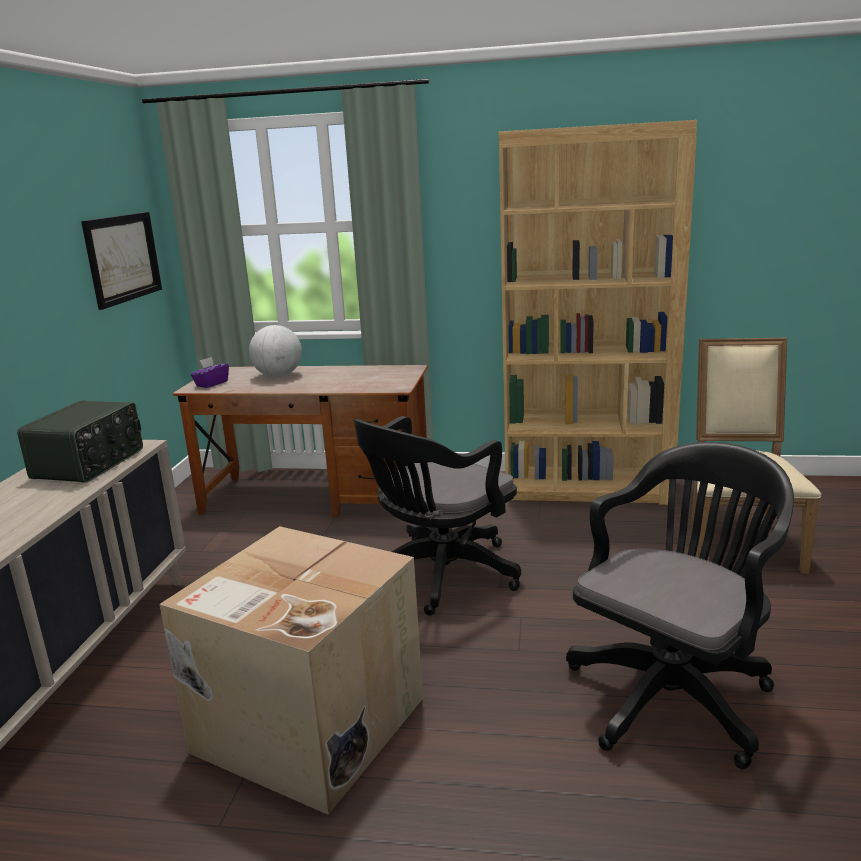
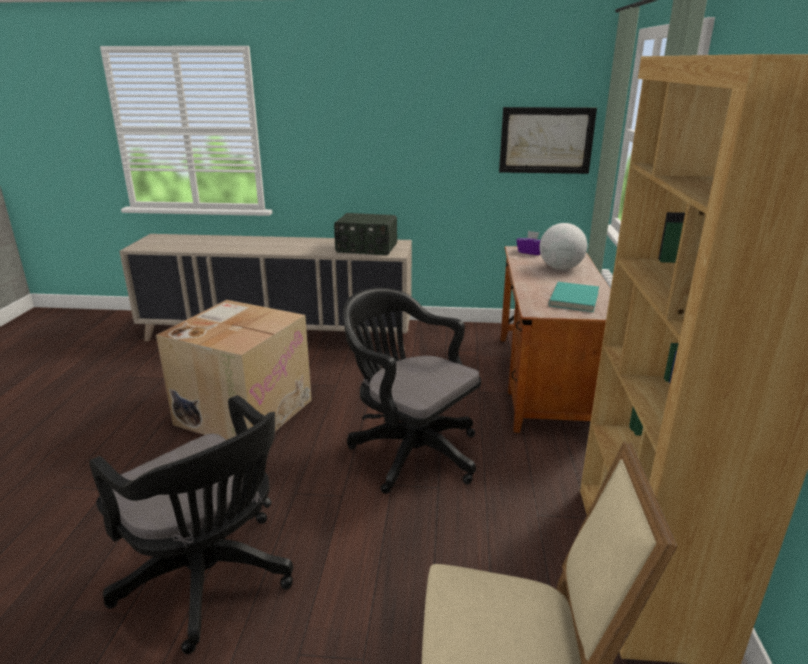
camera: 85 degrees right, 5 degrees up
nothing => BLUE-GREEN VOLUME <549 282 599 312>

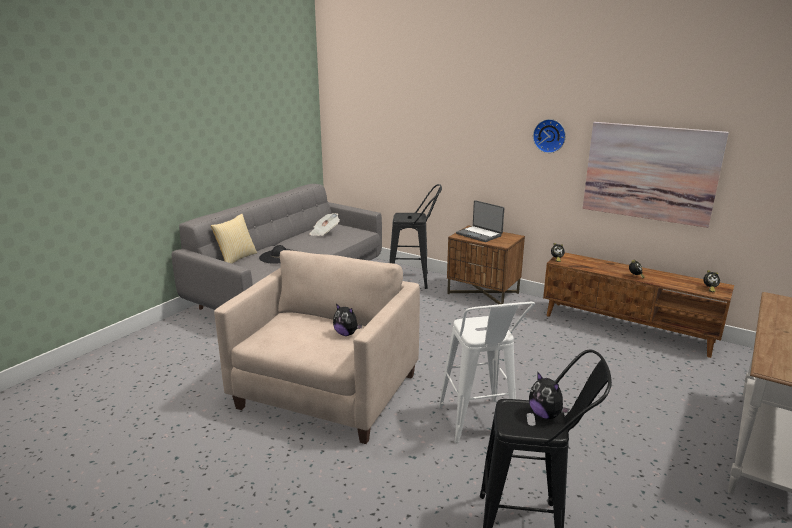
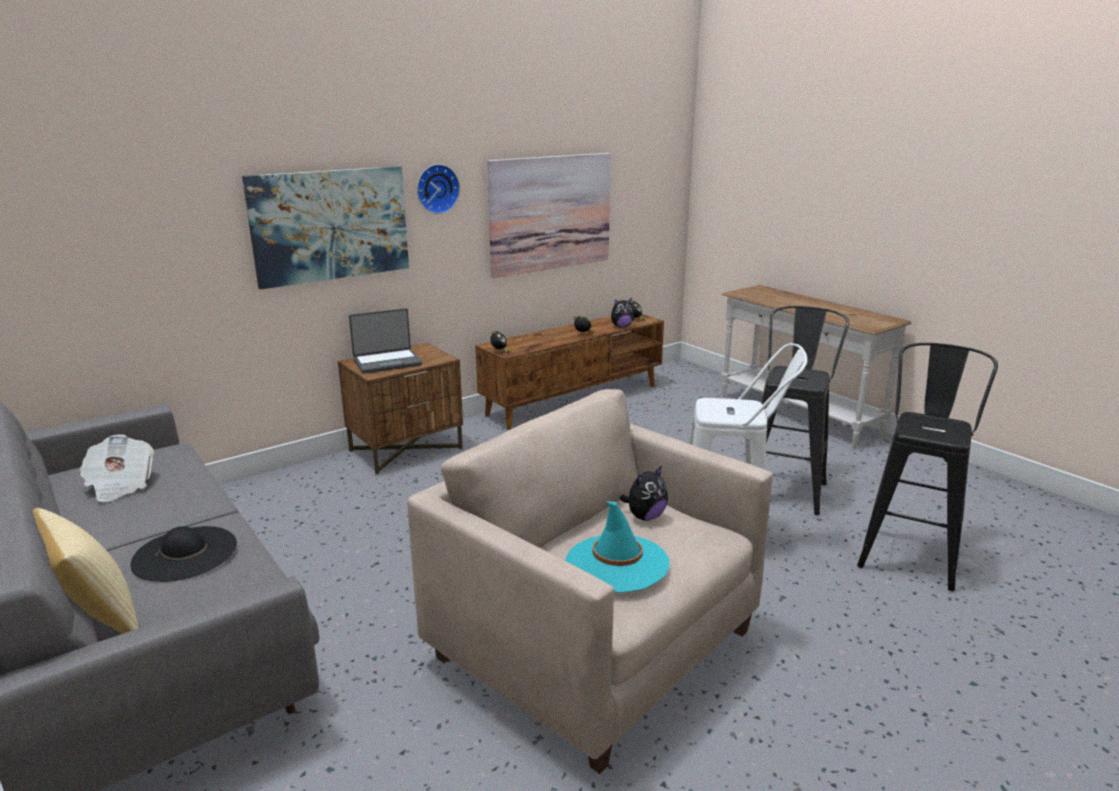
camera: 70 degrees left, 0 degrees up
BLACK SITTING STOOL <390 184 442 289> => BLACK SITTING STOOL <761 306 849 515>, relocated
CUDDLY TOY <529 371 570 419> => CUDDLY TOY <611 298 634 328>, relocated
nothing => WALL ART <242 166 409 289>
nothing => BLUE-GREEN WEARABLE HAT <565 501 669 593>

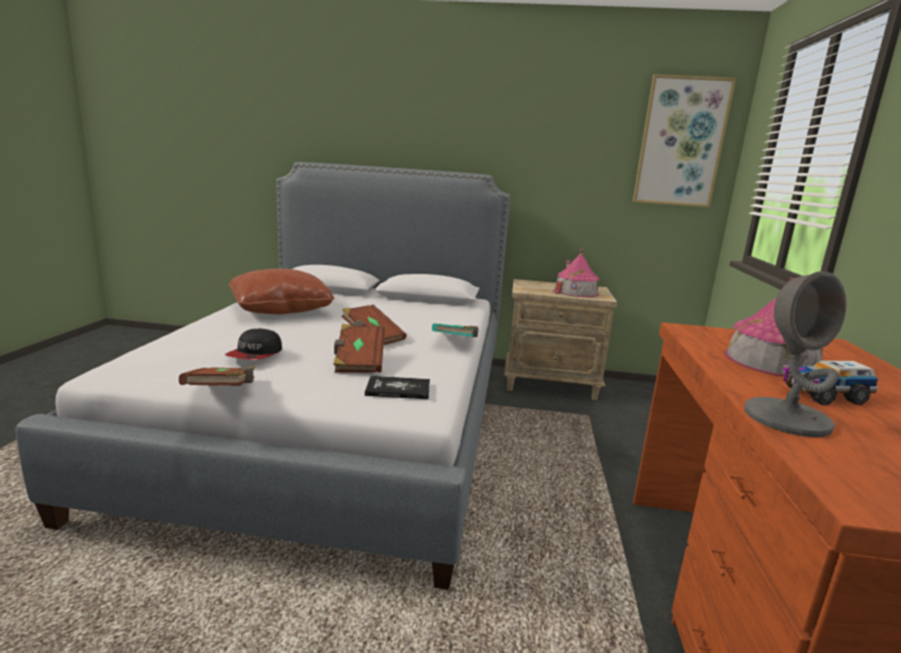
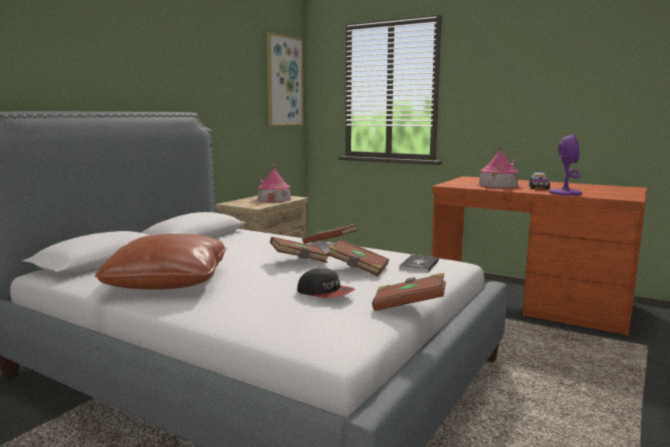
camera: 65 degrees left, 5 degrees down
BLUE-GREEN VOLUME <432 323 478 337> => BROWN VOLUME <302 224 357 244>
GREYISH TABLE LAMP <745 271 847 437> => PURPLE TABLE LAMP <549 134 582 196>

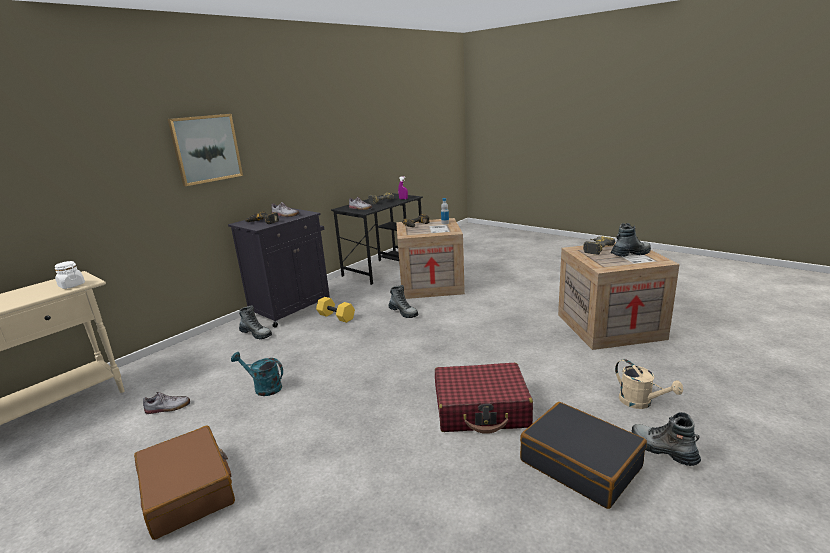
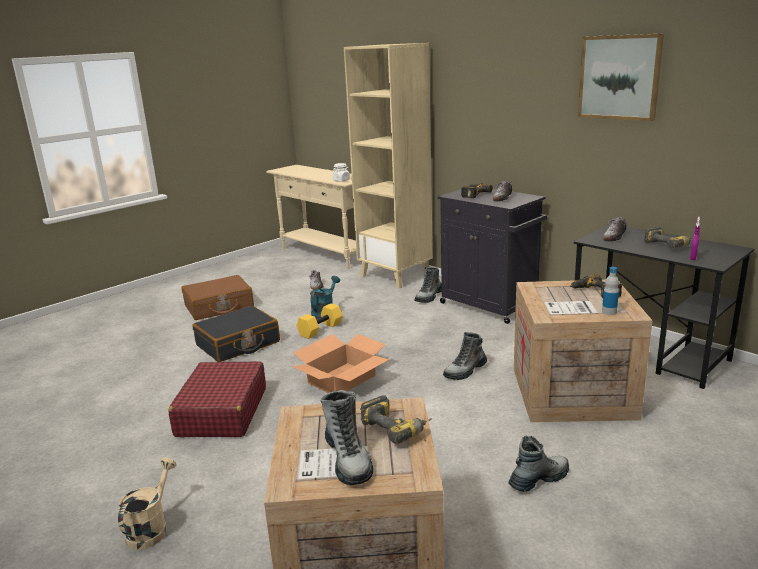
camera: 95 degrees right, 0 degrees up
WALL ART <168 114 243 186> => WALL ART <578 34 664 121>, relocated
YELLOWISH DUMBBELL <316 297 355 323> => YELLOWISH DUMBBELL <296 303 343 339>, relocated
BLACK SUITCASE <520 402 647 509> => BLACK SUITCASE <192 306 280 362>, relocated
BEIGE-COLOURED WATERING POT <615 359 683 409> => BEIGE-COLOURED WATERING POT <118 458 177 550>, 135 degrees clockwise
TALL BOOT <632 412 701 466> => TALL BOOT <508 436 569 492>, relocated
nothing => CARTON <292 334 389 393>
nothing => BEIGE-COLOURED SHELVING UNIT <344 43 433 289>

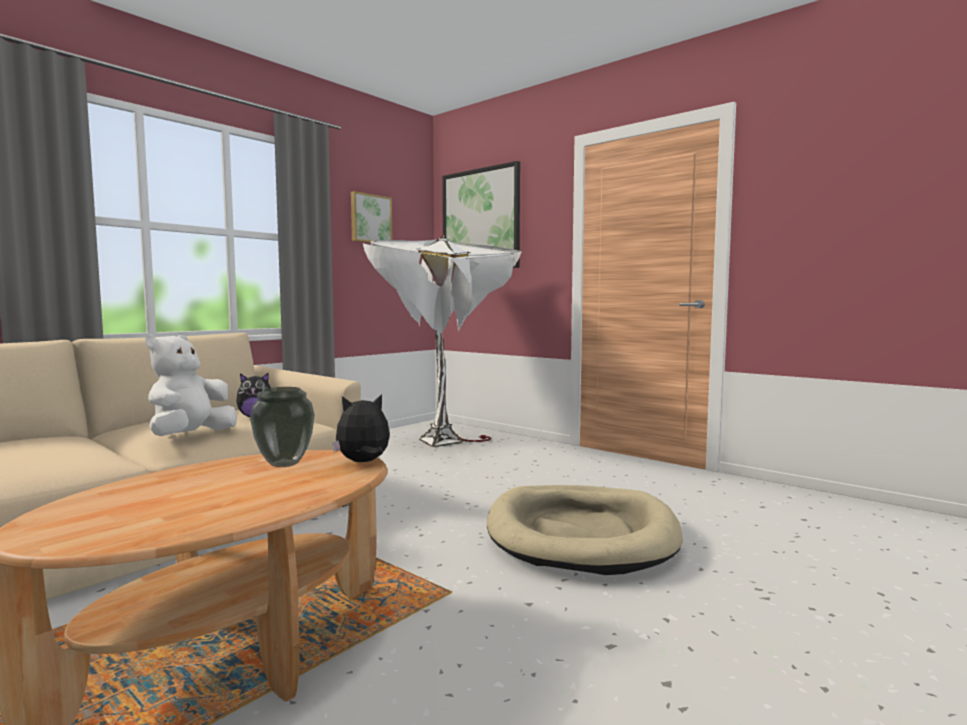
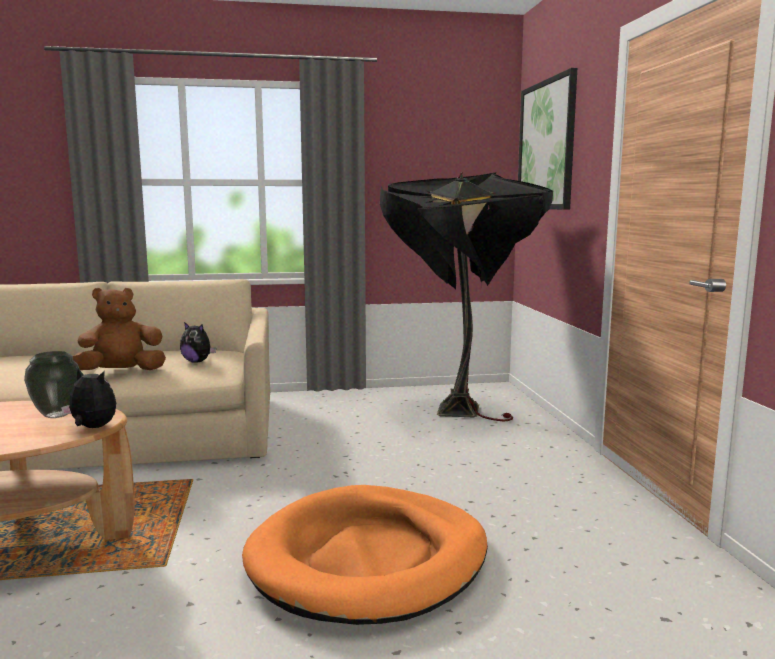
camera: 40 degrees right, 5 degrees up
WHITISH CUDDLY TOY <146 335 237 436> => BROWN CUDDLY TOY <73 288 166 370>
WALL ART <351 191 392 243> => nothing
WHITISH STANDING LAMP <363 234 522 447> => BLACK STANDING LAMP <380 172 553 421>
BEIGE-COLOURED DOG CUSHION <487 485 683 575> => ORANGE DOG CUSHION <242 485 488 625>

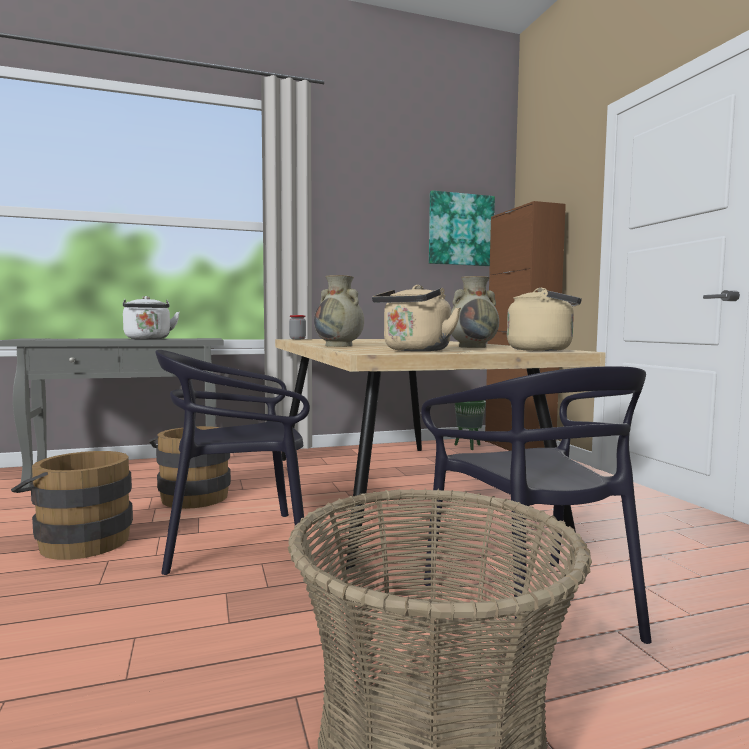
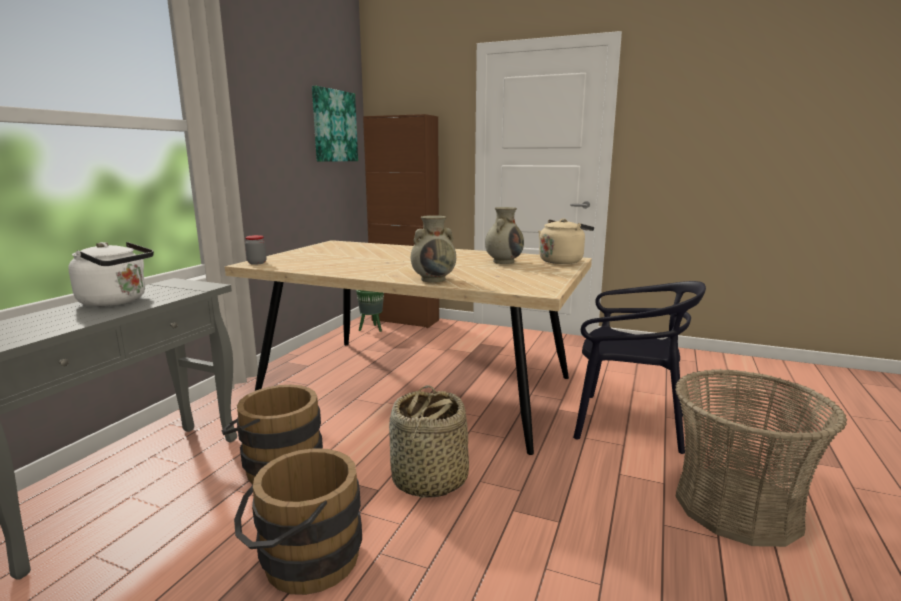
camera: 50 degrees left, 10 degrees up
BLACK PLAIN CHAIR <156 350 310 575> => HOUSEHOLD BASKET <389 385 469 498>
BEIGE-COLOURED TEA KETTLE <372 285 461 351> => nothing

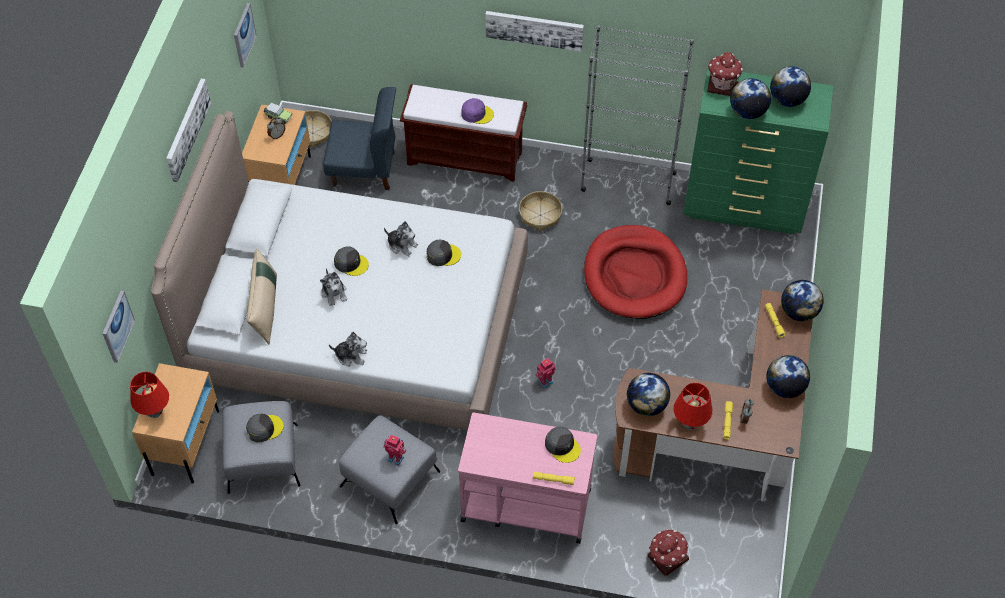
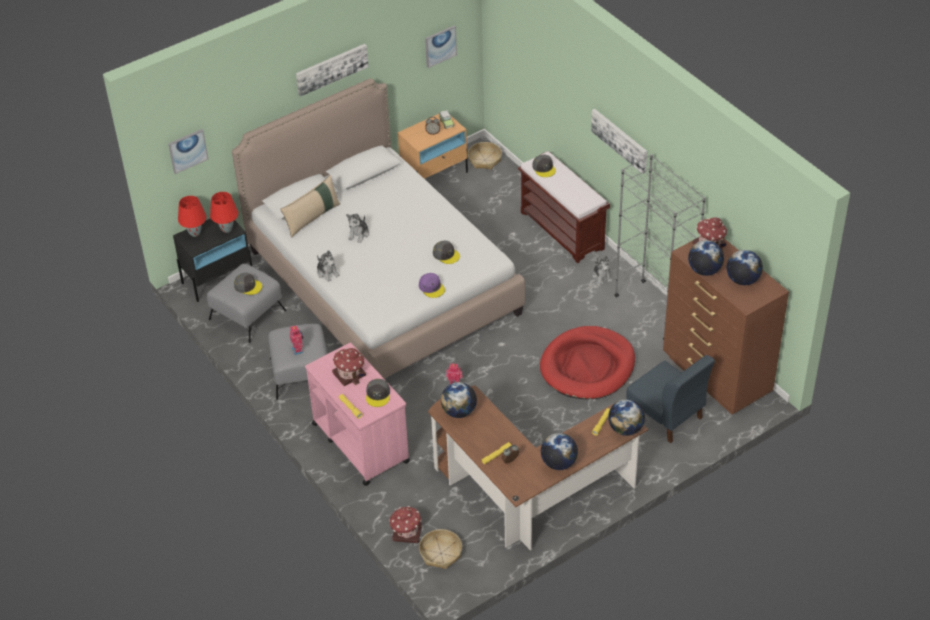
camera: 45 degrees right, 10 degrees down
BEIGE-COLOURED BEDSIDE TABLE <132 363 219 484> => BLACK BEDSIDE TABLE <173 218 252 302>
BLUE PLAIN CHAIR <323 87 396 190> => BLUE PLAIN CHAIR <626 355 715 443>, relocated
GREYISH CAP <334 246 369 276> => GREYISH CAP <532 155 556 177>, relocated
CUDDLY TOY <384 221 418 257> => CUDDLY TOY <592 256 612 285>, relocated
PURPLE CAP <461 98 494 124> => PURPLE CAP <419 273 445 298>, relocated
HOUSEHOLD BASKET <519 191 562 231> => HOUSEHOLD BASKET <419 529 462 569>, relocated
REDDISH TABLE LAMP <673 383 712 430> => REDDISH TABLE LAMP <210 192 238 233>, relocated
GREENISH DRESSER <683 67 833 234> => BROWN DRESSER <663 238 789 414>
nothing => MINIATURE HOUSE <332 348 366 386>

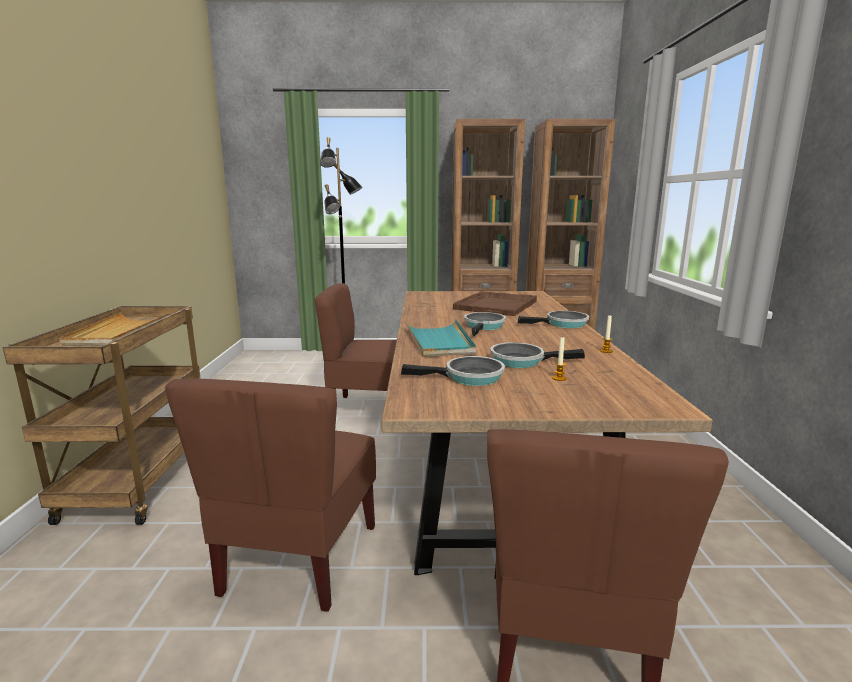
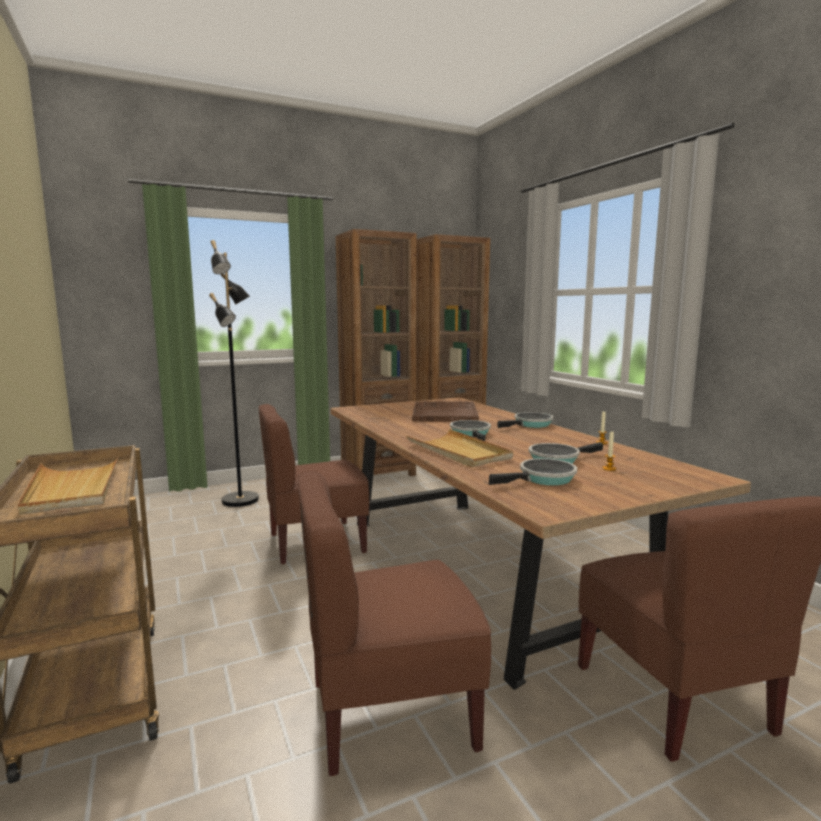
camera: 25 degrees left, 5 degrees down
BROWN PLAIN CHAIR <165 378 376 612> => BROWN PLAIN CHAIR <298 471 491 776>, 90 degrees clockwise
BLUE-GREEN TRAY <405 319 476 357> => BEIGE-COLOURED TRAY <406 429 513 467>

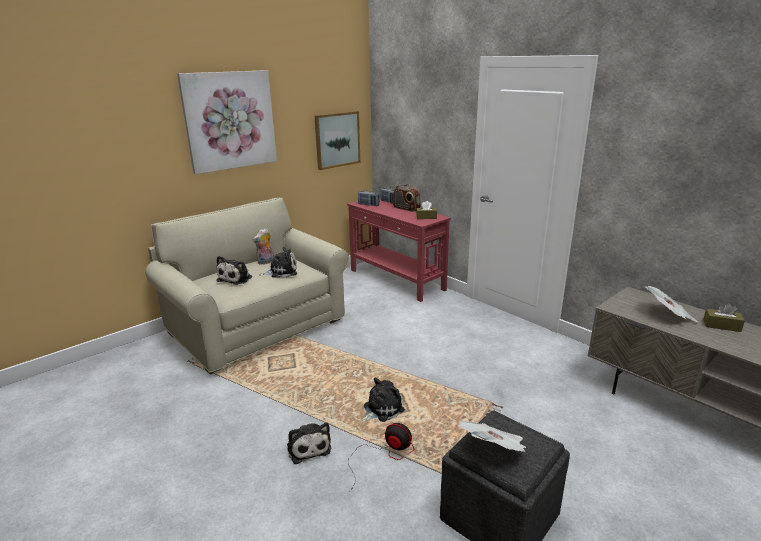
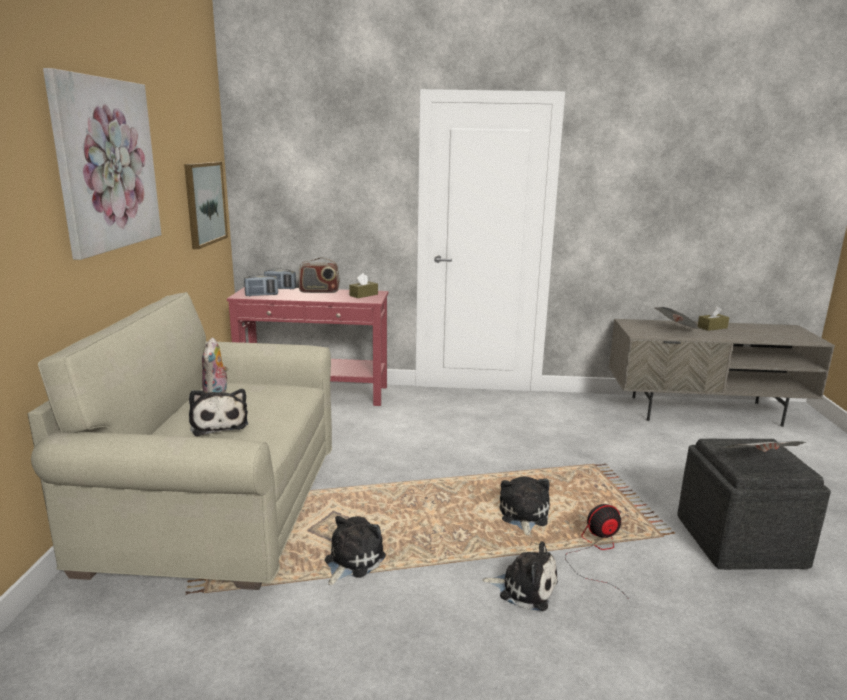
camera: 45 degrees left, 5 degrees down
CUDDLY TOY <259 247 297 278> => CUDDLY TOY <325 516 386 585>, relocated

